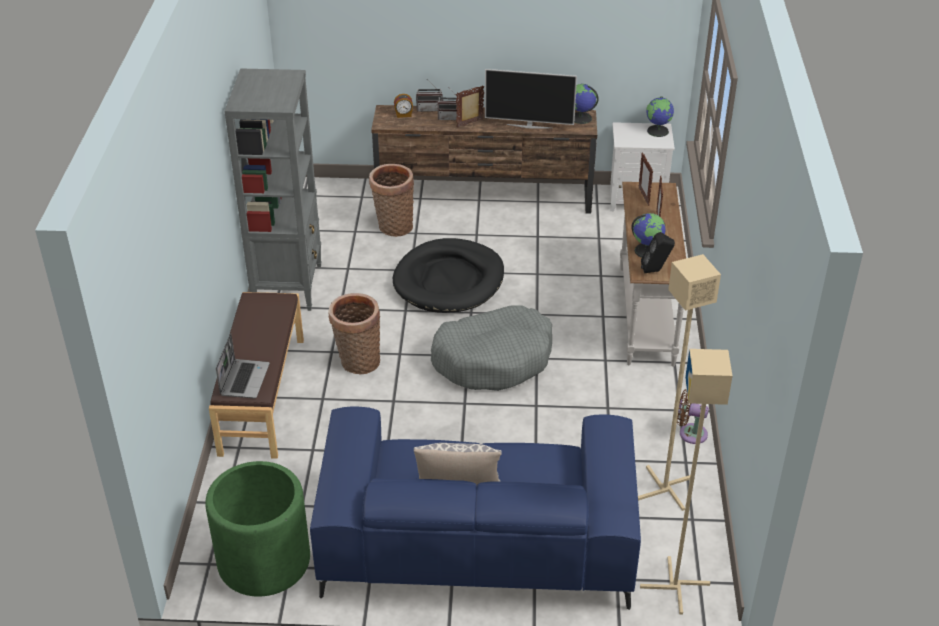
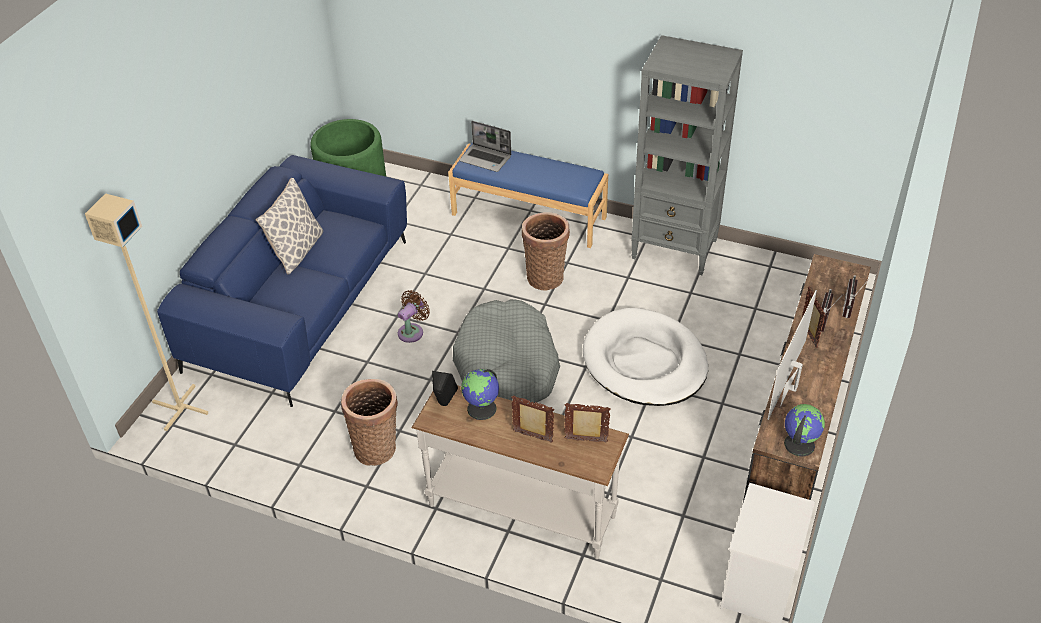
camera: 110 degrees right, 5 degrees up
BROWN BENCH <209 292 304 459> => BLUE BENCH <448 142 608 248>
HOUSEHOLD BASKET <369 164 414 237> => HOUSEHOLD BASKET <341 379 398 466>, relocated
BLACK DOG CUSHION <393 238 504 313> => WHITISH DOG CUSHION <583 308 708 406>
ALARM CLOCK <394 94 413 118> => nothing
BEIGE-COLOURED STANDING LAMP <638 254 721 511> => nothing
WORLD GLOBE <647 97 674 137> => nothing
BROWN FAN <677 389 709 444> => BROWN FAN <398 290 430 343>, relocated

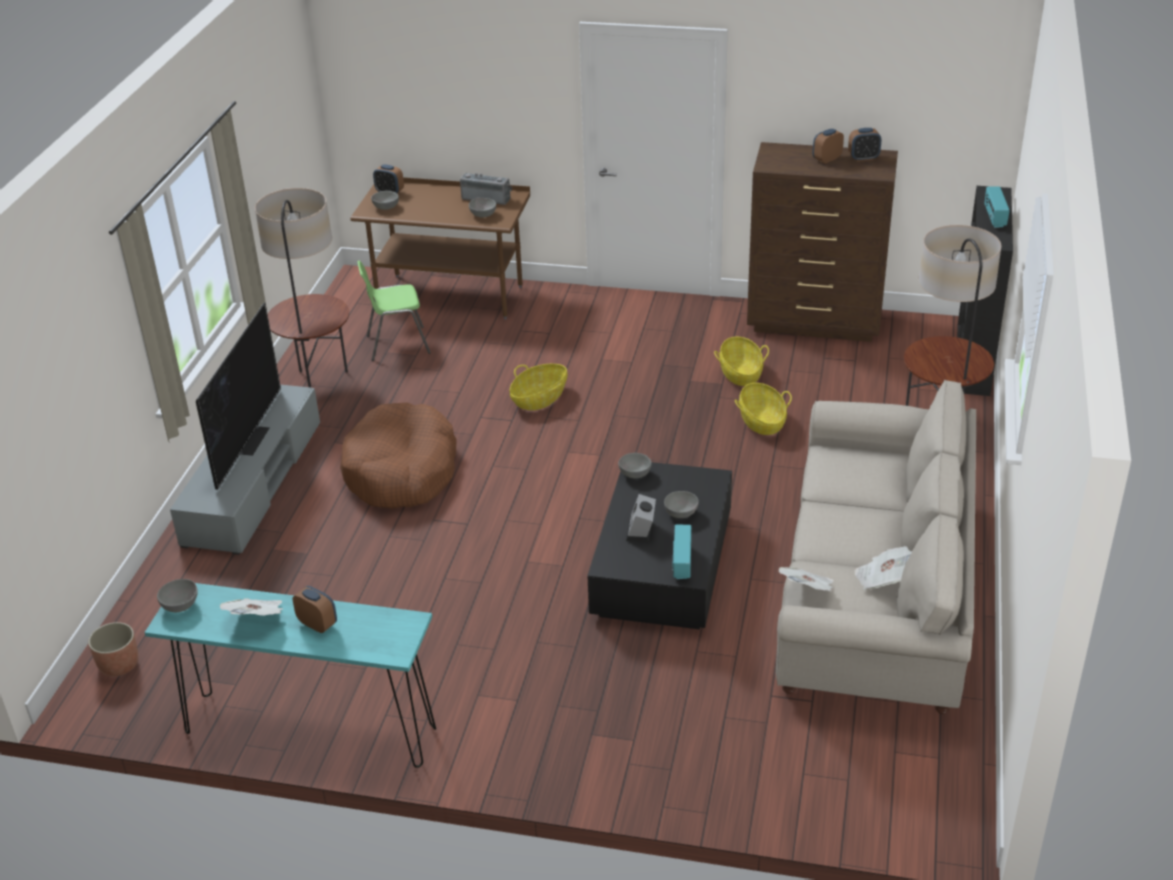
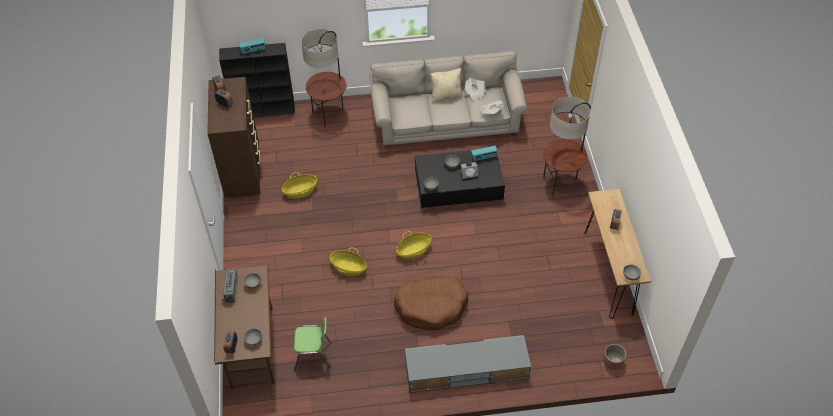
camera: 110 degrees left, 15 degrees up
BLUE-GREEN CONSOLE TABLE <145 583 436 768> => BROWN CONSOLE TABLE <584 189 651 319>
TV SET <196 302 281 490> => nothing
DAILY PAPER <220 598 283 615> => nothing
STANDING LAMP <255 188 349 388> => STANDING LAMP <543 97 591 196>, relocated
GREENISH PLAIN CHAIR <357 261 431 361> => GREENISH PLAIN CHAIR <294 318 332 371>, 60 degrees counterclockwise
HOUSEHOLD BASKET <735 383 792 435> => HOUSEHOLD BASKET <396 231 431 260>, relocated
nothing => BEIGE-COLOURED PILLOW <430 68 463 102>

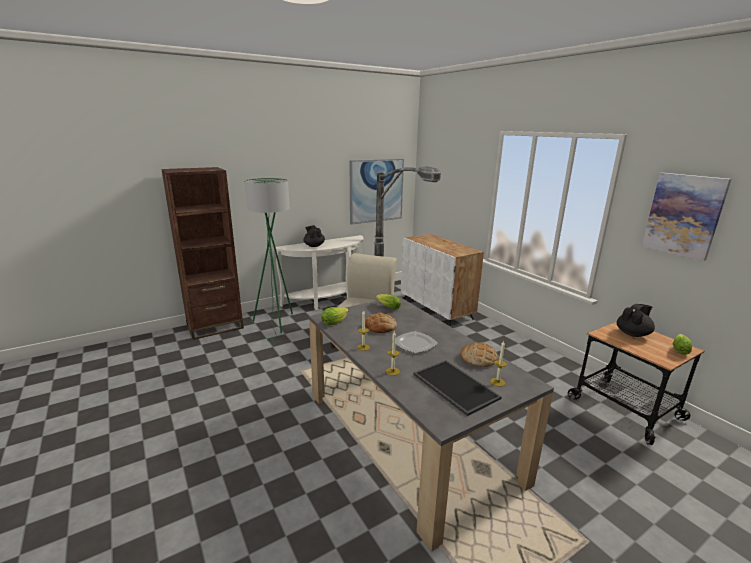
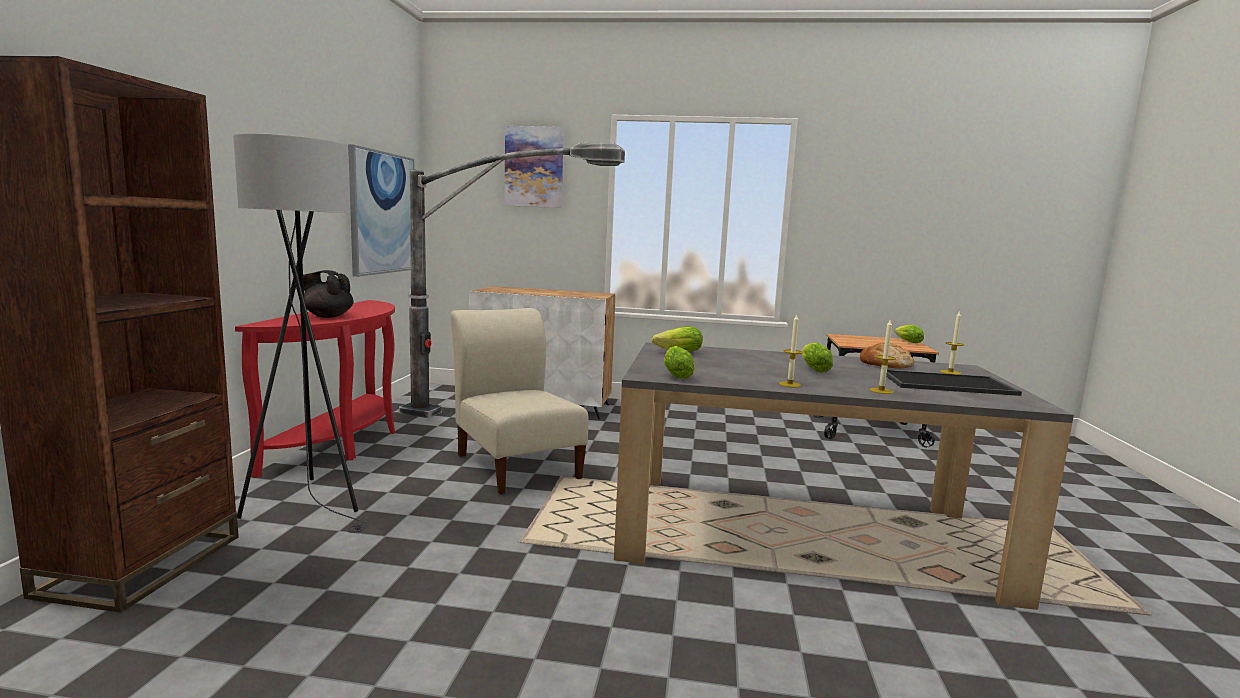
camera: 50 degrees left, 10 degrees down
GREENISH STANDING LAMP <245 178 293 342> => GREYISH STANDING LAMP <233 133 365 533>
WHITISH CONSOLE TABLE <273 235 363 310> => REDDISH CONSOLE TABLE <235 300 395 478>
BAKED BREAD <365 313 397 333> => nothing
PLATE <395 331 437 353> => LETTUCE HEAD <802 343 833 373>
BLACK TEAPOT <617 304 655 337> => nothing
WALL ART <642 173 731 261> => WALL ART <504 126 564 208>, relocated

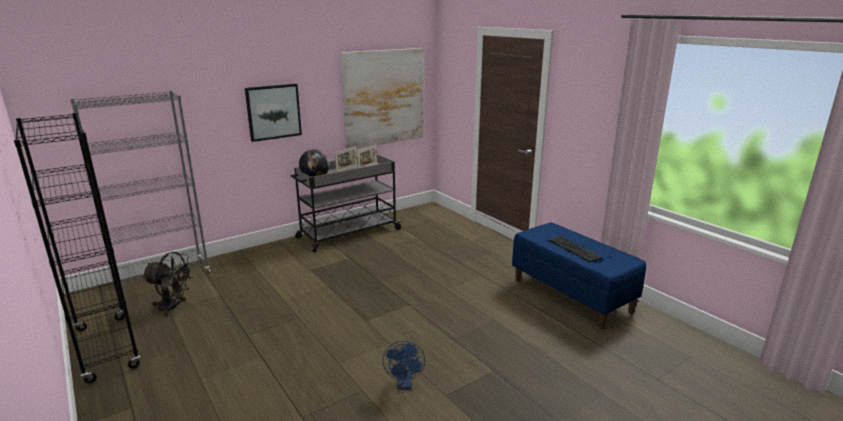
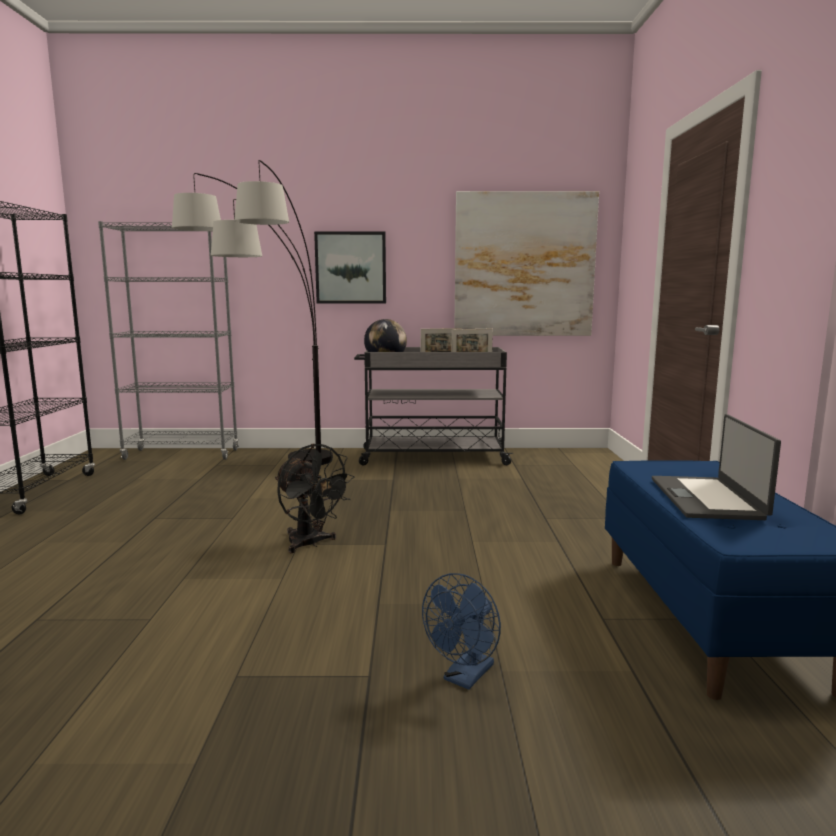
camera: 35 degrees right, 10 degrees down
BLACK FAN <142 252 194 317> => BLACK FAN <275 443 355 553>, relocated
BLUE FAN <383 341 425 389> => BLUE FAN <422 573 501 690>, relocated
COMPUTER KEYBOARD <548 236 602 262> => PORTABLE COMPUTER <652 414 781 520>
nothing => STANDING LAMP <172 160 333 465>

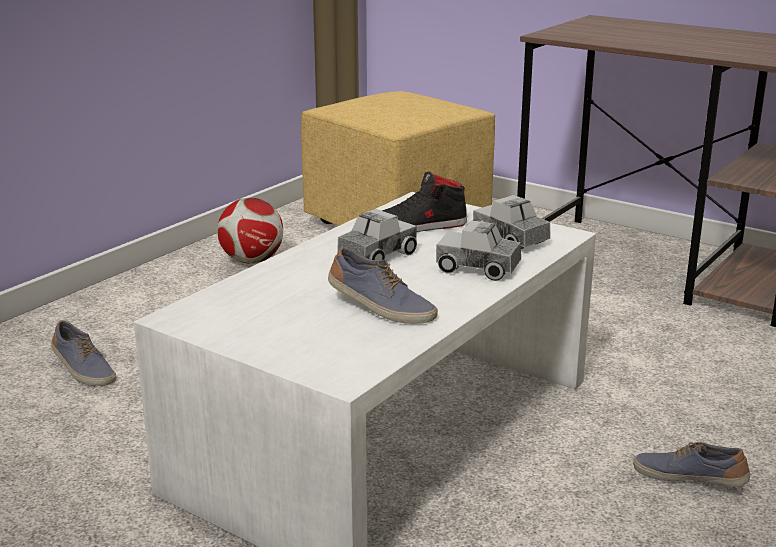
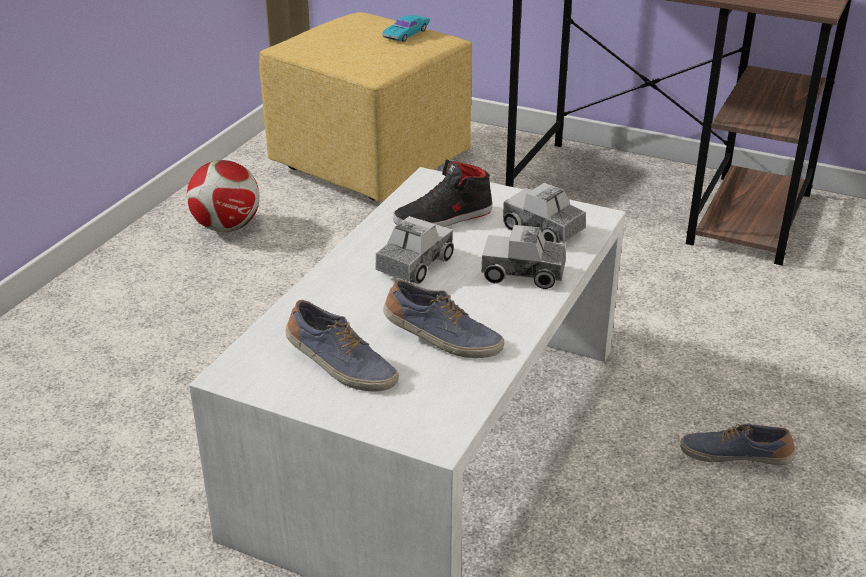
camera: 10 degrees left, 10 degrees up
LOW SHOE <51 320 116 386> => LOW SHOE <286 300 399 391>, relocated
nothing => BLUE-GREEN MINIATURE CAR <382 15 430 42>

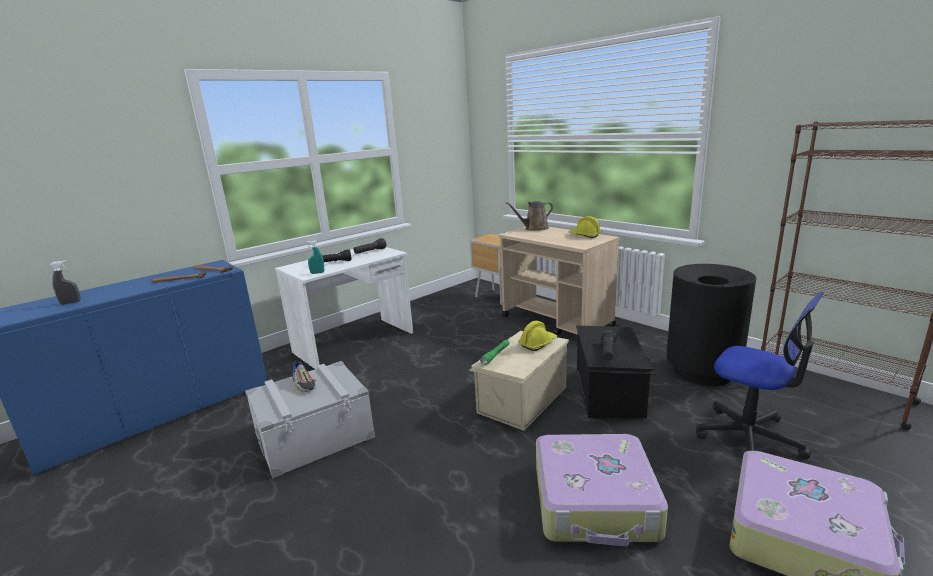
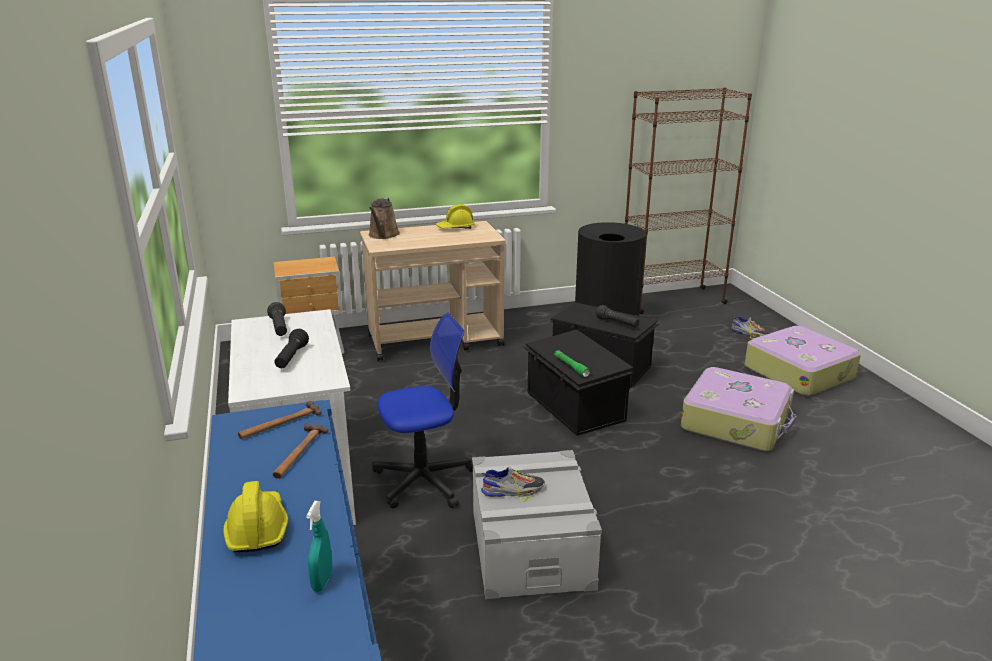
camera: 65 degrees left, 5 degrees up
GREYISH SPRAY BOTTLE <50 261 81 305> => nothing
BLUE-GREEN SPRAY BOTTLE <306 240 324 274> => BLUE-GREEN SPRAY BOTTLE <306 501 332 592>, relocated
BEIGE-COLOURED STORAGE CONTAINER <469 331 569 431> => BLACK STORAGE CONTAINER <523 330 633 436>
YELLOWISH SAFETY HELMET <518 321 557 351> => YELLOWISH SAFETY HELMET <223 481 288 552>, relocated
DESK CHAIR <696 292 824 459> => DESK CHAIR <372 313 473 508>, relocated
nothing => LOW SHOE <731 316 770 339>

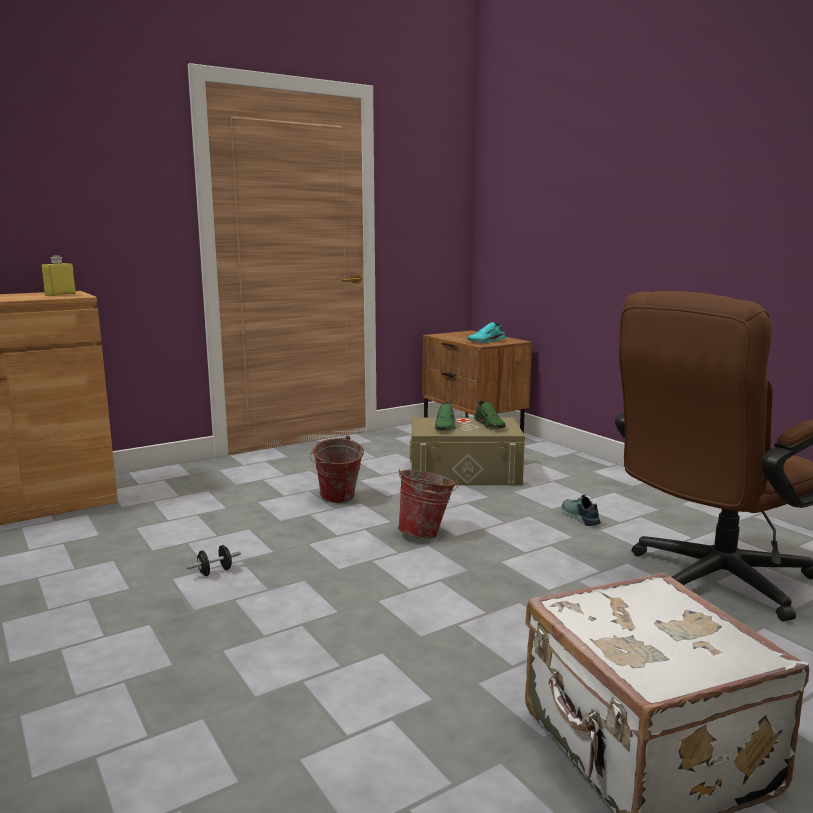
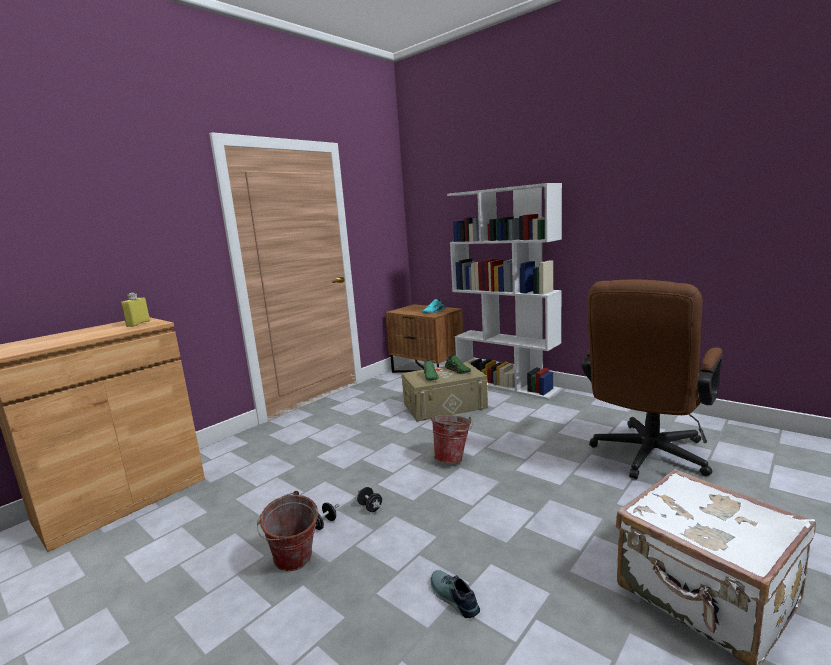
camera: 15 degrees left, 0 degrees up
PAIL <310 436 364 503> => PAIL <257 491 318 571>, relocated
LOW SHOE <561 495 601 526> => LOW SHOE <430 570 480 618>, relocated
nothing => BLACK DUMBBELL <357 487 383 512>
nothing => WHITISH SHELVING UNIT <447 183 562 400>

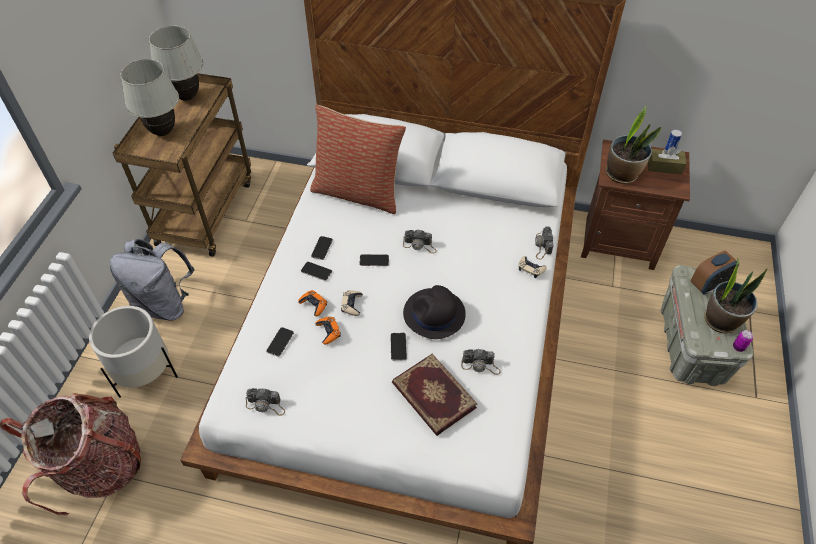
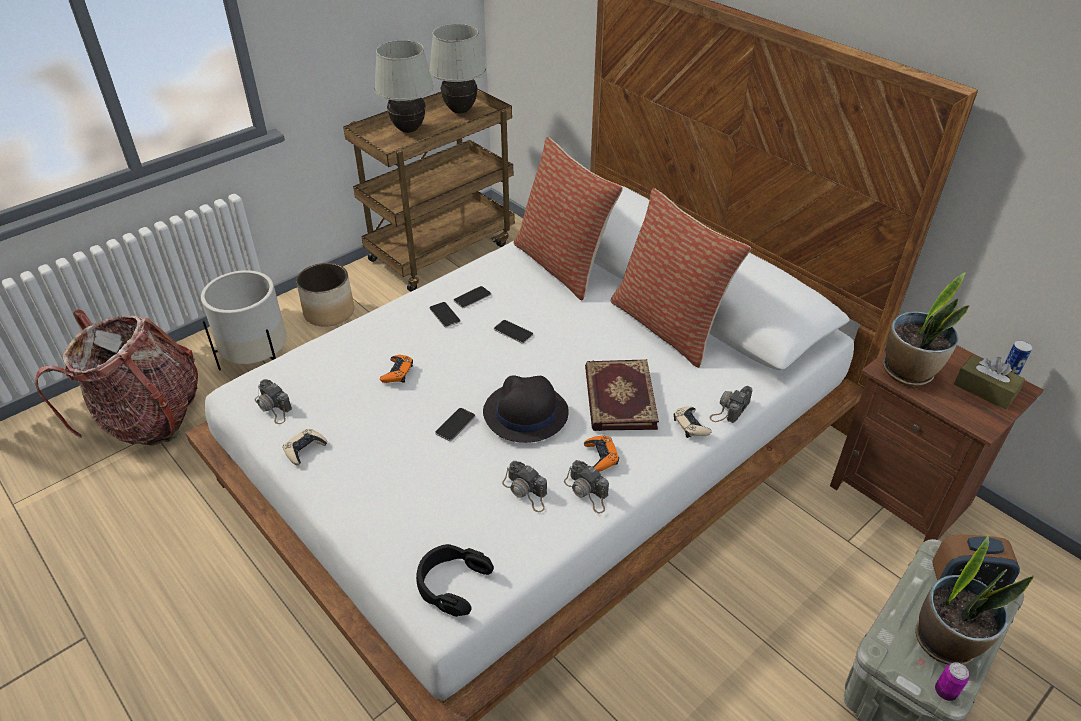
camera: 35 degrees right, 10 degrees down
GREYISH RUCKSACK <110 239 194 321> => PLANT POT <296 263 354 327>
PHONE <266 327 294 357> => nothing
ORANGE GAME CONTROLLER <298 290 327 316> => ORANGE GAME CONTROLLER <584 436 619 472>, relocated
BEIGE-COLOURED GAME CONTROLLER <341 291 363 316> => BEIGE-COLOURED GAME CONTROLLER <283 429 327 465>, relocated
VOLUME <392 354 477 436> => VOLUME <585 359 659 431>, relocated
STILL CAMERA <403 230 437 254> => STILL CAMERA <564 460 609 513>, relocated
nothing => BLACK PAIR OF HEADPHONES <416 544 494 617>
nothing => PILLOW <611 188 751 368>

